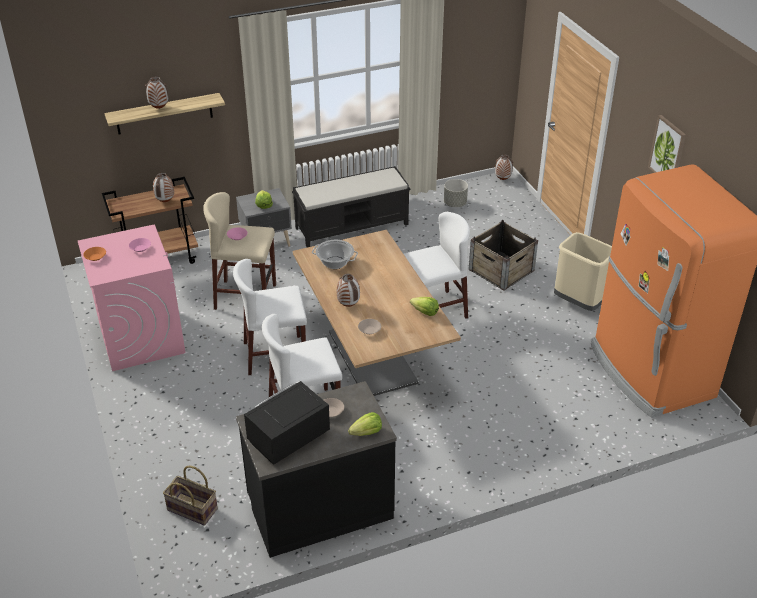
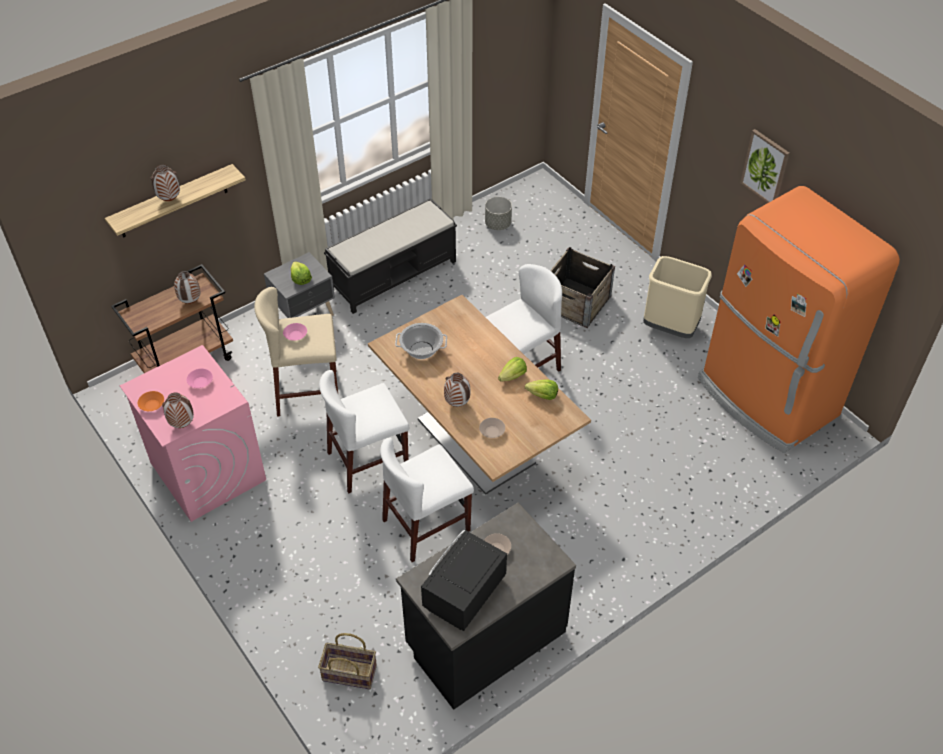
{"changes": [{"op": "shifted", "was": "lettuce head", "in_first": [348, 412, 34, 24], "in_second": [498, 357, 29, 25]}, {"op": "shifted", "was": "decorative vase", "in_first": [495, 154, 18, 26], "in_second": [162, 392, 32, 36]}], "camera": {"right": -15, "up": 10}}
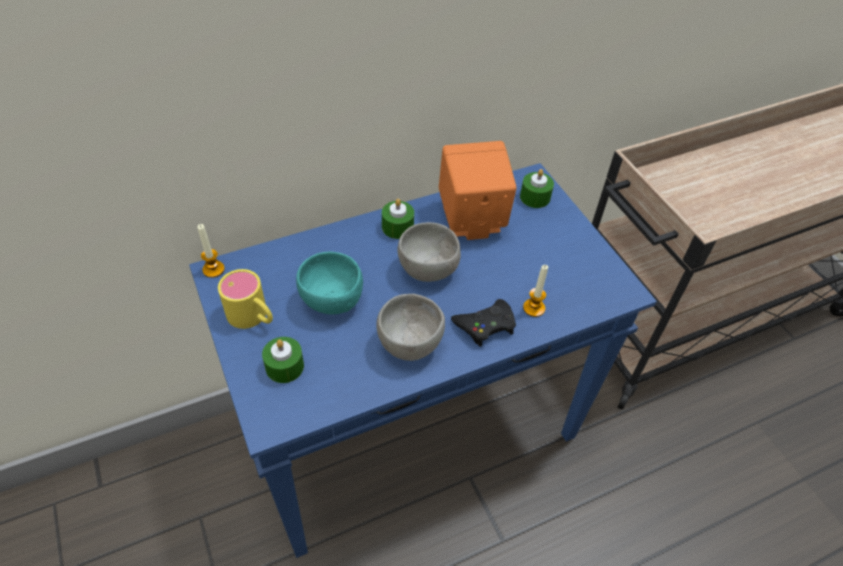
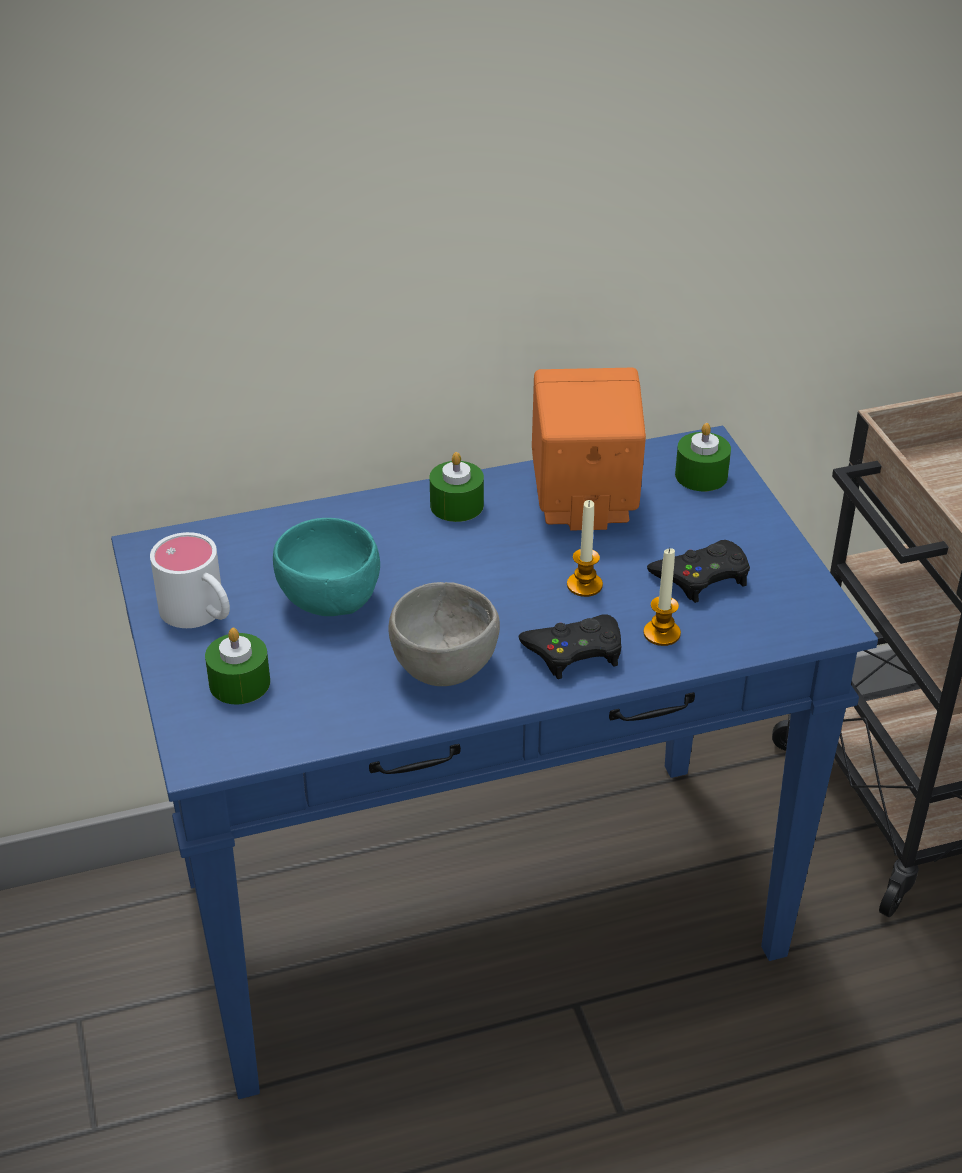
{"changes": [{"op": "gone", "was": "bowl (gray)", "in_first": [397, 222, 64, 60]}, {"op": "new", "now": "gamepad (black-coloured)", "in_second": [647, 540, 103, 63]}, {"op": "shifted", "was": "wax light", "in_first": [197, 224, 28, 54], "in_second": [567, 500, 36, 97]}, {"op": "repainted", "was": "tea mug (yellow-coloured)", "now": "tea mug (whitish)", "in_first": [218, 269, 55, 60], "in_second": [150, 532, 80, 96]}], "camera": {"right": 10, "up": -10}}
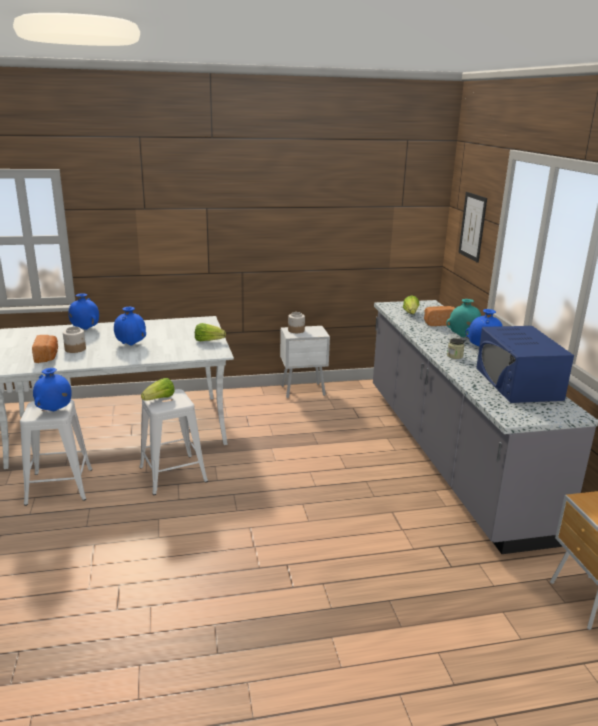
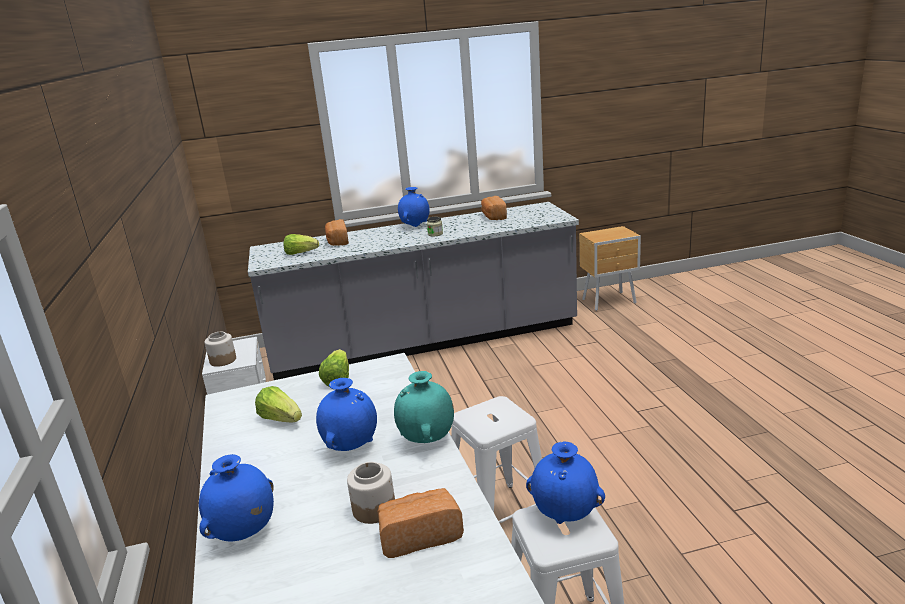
{"changes": [{"op": "gone", "was": "wall picture", "in_first": [458, 192, 29, 71]}, {"op": "shifted", "was": "lettuce head", "in_first": [141, 378, 34, 23], "in_second": [255, 386, 47, 36]}, {"op": "shifted", "was": "decorative vase (turquoise-coloured)", "in_first": [446, 299, 35, 38], "in_second": [394, 371, 60, 72]}, {"op": "swapped", "was": "kitchen microwave (bluish)", "now": "bread", "in_first": [476, 326, 98, 77], "in_second": [481, 196, 26, 24]}], "camera": {"right": -90, "up": 0}}
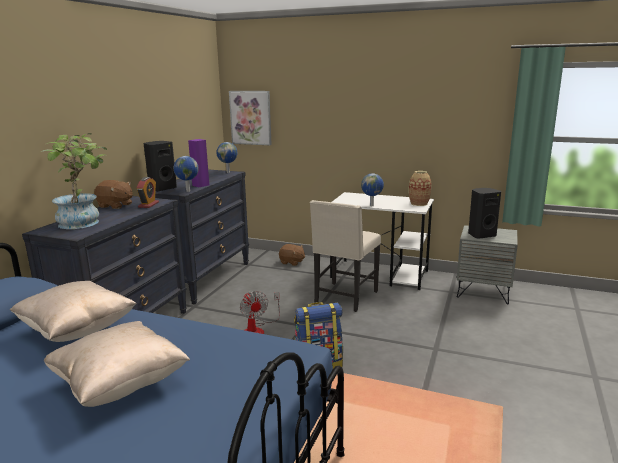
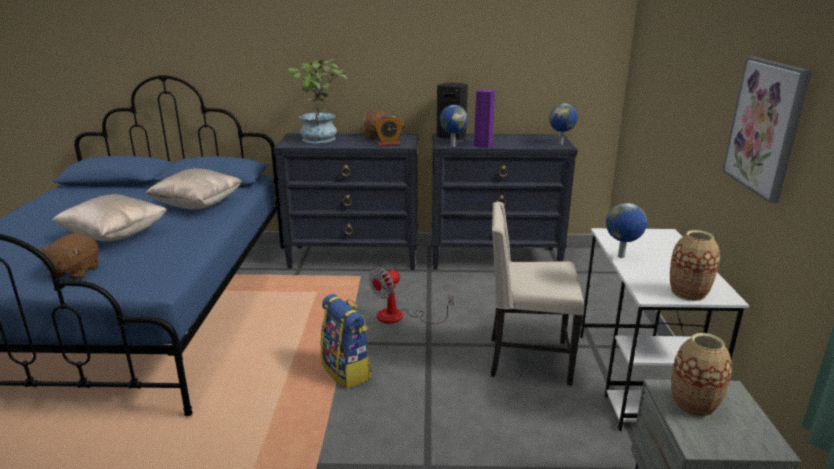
{"changes": [{"op": "shifted", "was": "wall picture", "in_first": [229, 91, 43, 54], "in_second": [722, 57, 90, 146]}, {"op": "shifted", "was": "plush toy (brownish)", "in_first": [279, 244, 26, 22], "in_second": [38, 233, 61, 47]}, {"op": "swapped", "was": "loudspeaker (black-coloured)", "now": "decorative vase", "in_first": [468, 188, 33, 51], "in_second": [671, 333, 61, 84]}], "camera": {"right": 70, "up": 5}}
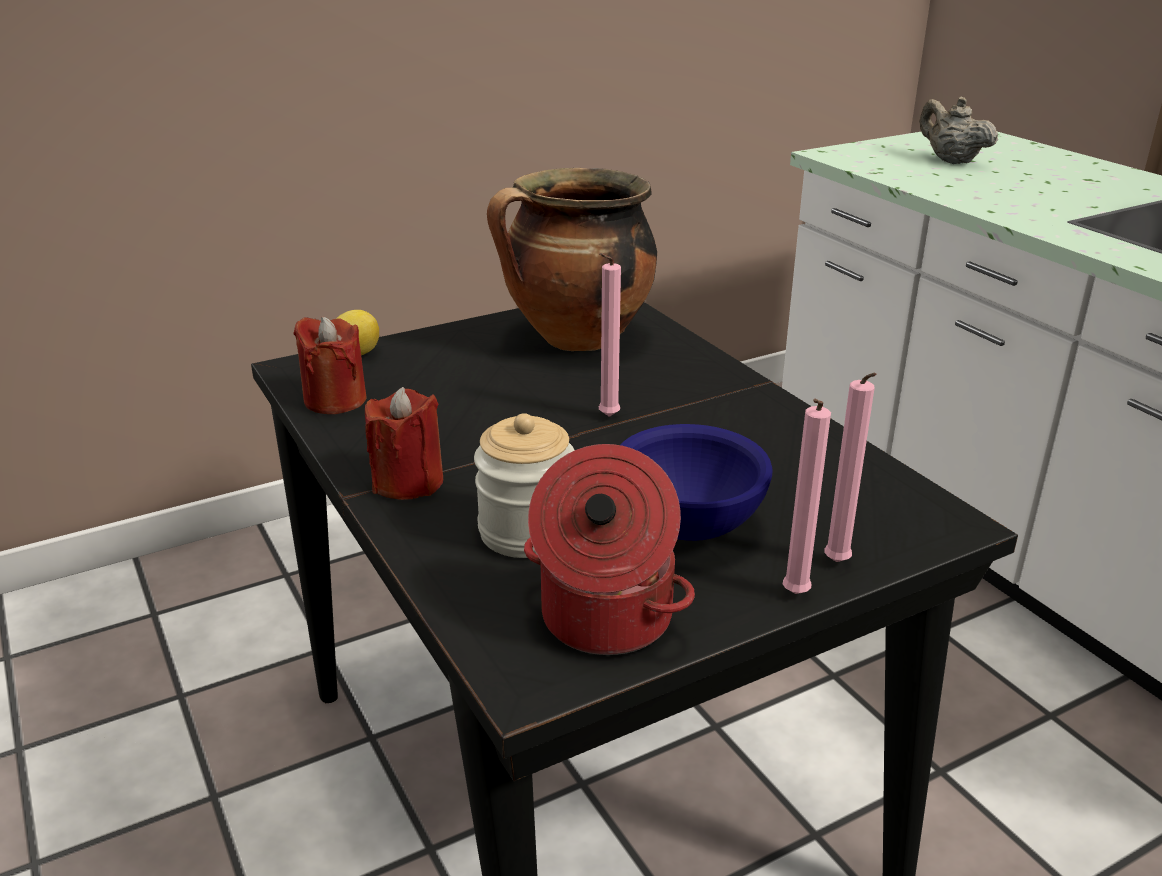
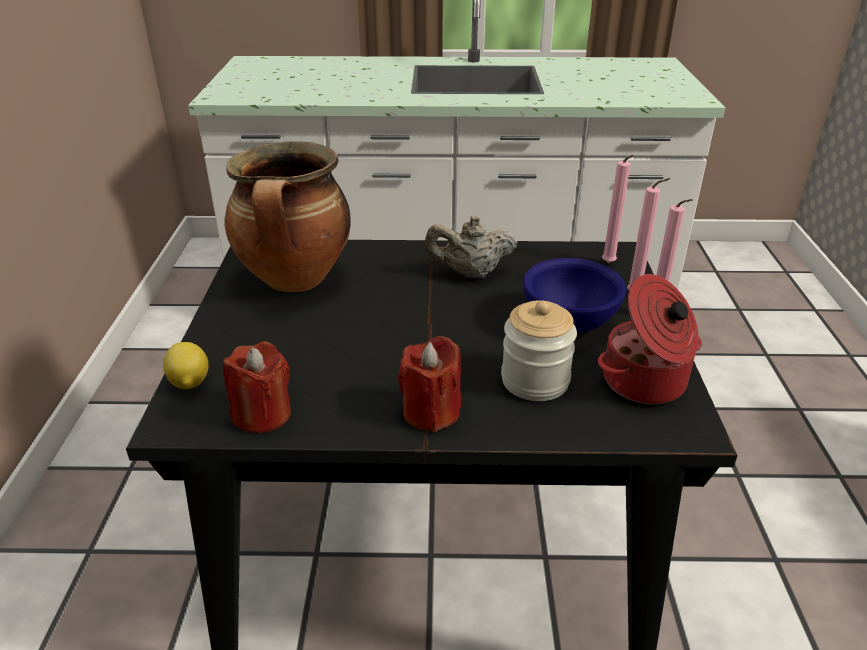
{"changes": [{"op": "shifted", "was": "wax light (pink)", "in_first": [599, 253, 22, 164], "in_second": [602, 155, 32, 108]}, {"op": "shifted", "was": "teapot (beige-coloured)", "in_first": [919, 97, 79, 67], "in_second": [425, 216, 92, 62]}], "camera": {"right": -60, "up": 5}}
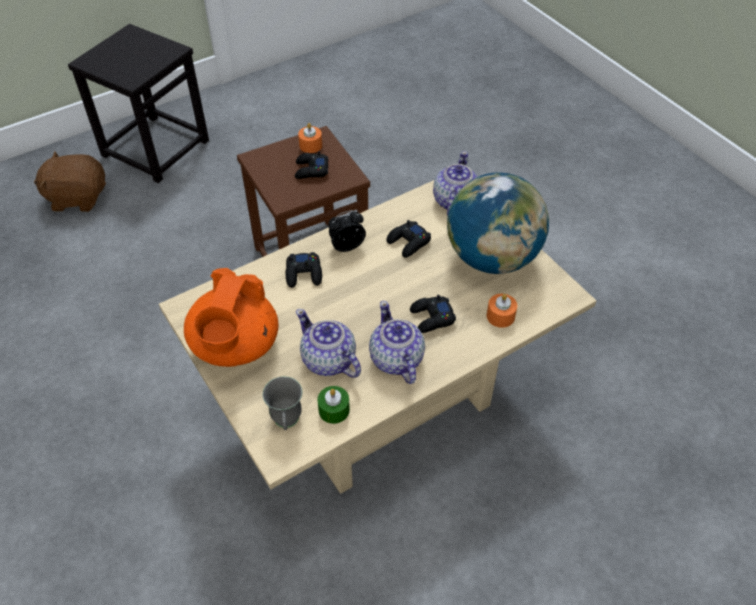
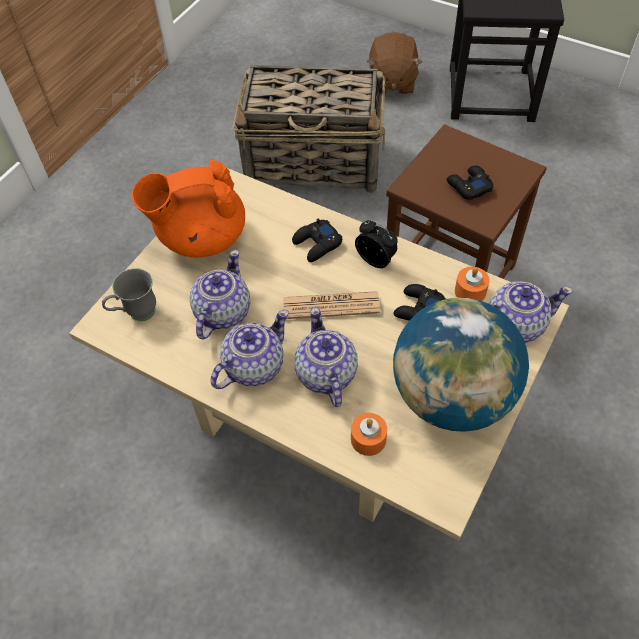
{"changes": [{"op": "gone", "was": "wax light (greenish)", "in_first": [317, 386, 33, 38]}, {"op": "new", "now": "storage basket", "in_second": [233, 65, 152, 128]}, {"op": "new", "now": "daily paper", "in_second": [283, 291, 98, 28]}, {"op": "shifted", "was": "wax light (orange-coloured)", "in_first": [298, 123, 24, 30], "in_second": [455, 266, 35, 35]}, {"op": "swapped", "was": "gamepad (black-coloured)", "now": "teapot", "in_first": [410, 295, 46, 38], "in_second": [294, 307, 64, 100]}, {"op": "rotated", "was": "plush toy (brownish)", "in_first": [34, 151, 72, 61], "in_second": [367, 32, 55, 63], "clockwise": -150}], "camera": {"right": 65, "up": 5}}
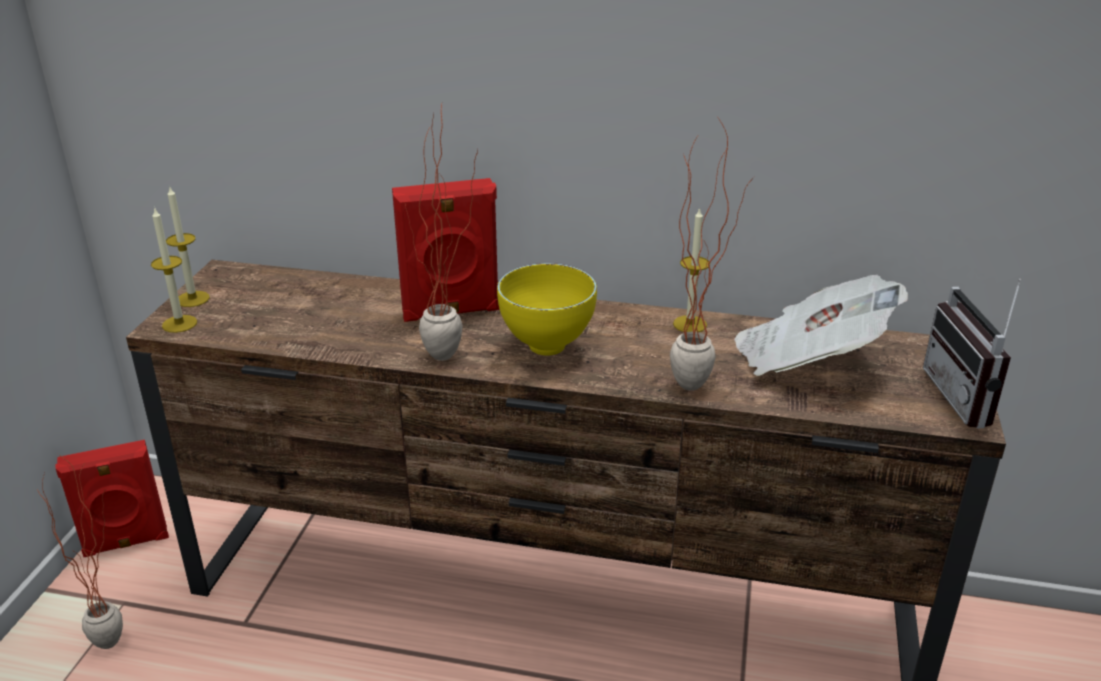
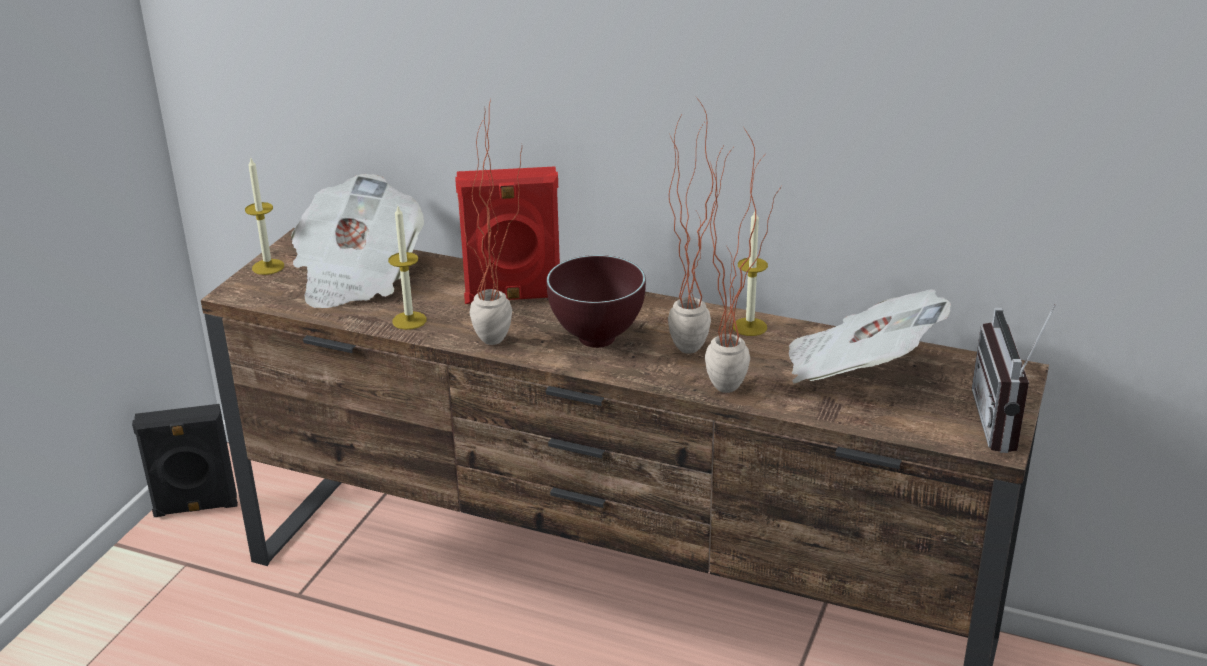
{"changes": [{"op": "new", "now": "daily paper", "in_second": [291, 174, 133, 134]}, {"op": "shifted", "was": "houseplant", "in_first": [37, 454, 86, 195], "in_second": [668, 96, 65, 258]}, {"op": "shifted", "was": "wax light", "in_first": [151, 207, 46, 126], "in_second": [388, 206, 39, 124]}, {"op": "repainted", "was": "loudspeaker (red)", "now": "loudspeaker (black-coloured)", "in_first": [55, 440, 114, 117], "in_second": [132, 404, 106, 113]}, {"op": "repainted", "was": "bowl (yellow-coloured)", "now": "bowl (brownish)", "in_first": [497, 263, 100, 92], "in_second": [546, 255, 100, 93]}], "camera": {"right": 10, "up": 0}}
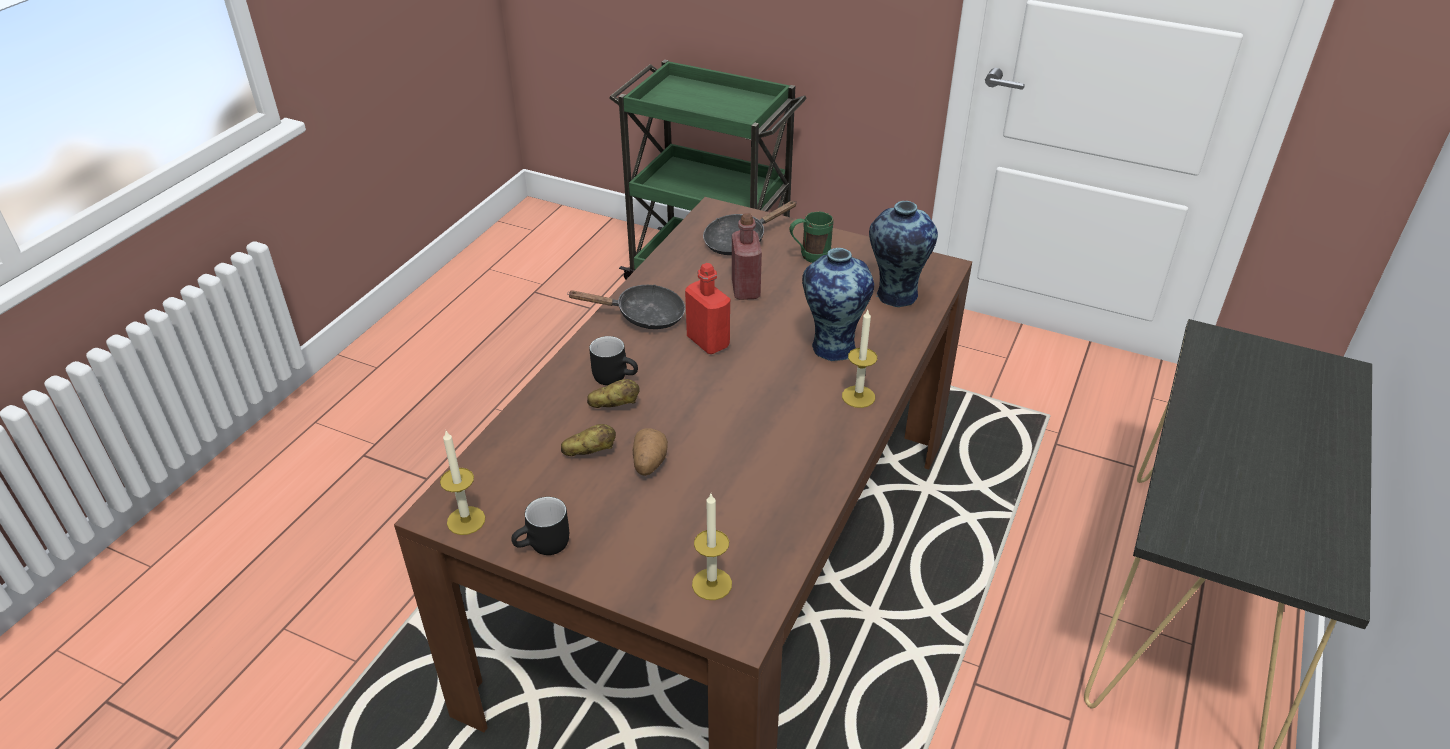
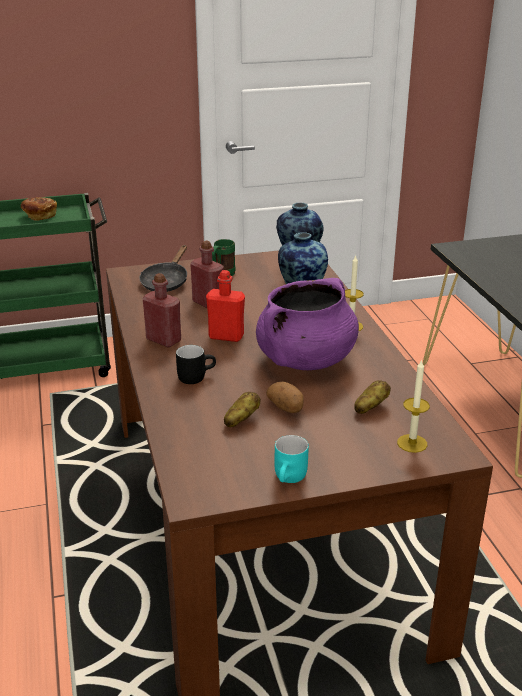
{"changes": [{"op": "gone", "was": "wax light", "in_first": [440, 431, 45, 104]}, {"op": "new", "now": "bread", "in_second": [21, 197, 36, 24]}, {"op": "new", "now": "stockpot (purplish)", "in_second": [256, 278, 103, 92]}, {"op": "shifted", "was": "spud", "in_first": [587, 379, 53, 29], "in_second": [354, 380, 37, 34]}, {"op": "swapped", "was": "skillet (black-coloured)", "now": "drink bottle (red)", "in_first": [567, 284, 118, 45], "in_second": [143, 273, 38, 74]}, {"op": "repainted", "was": "tea mug (black-coloured)", "now": "tea mug (turquoise-coloured)", "in_first": [511, 497, 58, 58], "in_second": [274, 435, 35, 48]}], "camera": {"right": -40, "up": -10}}
